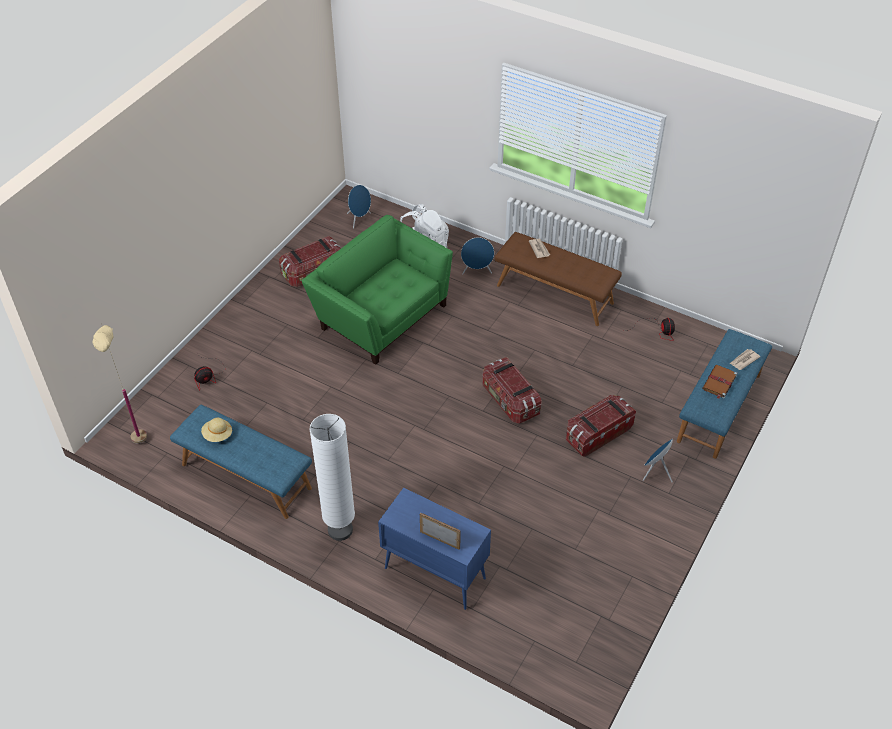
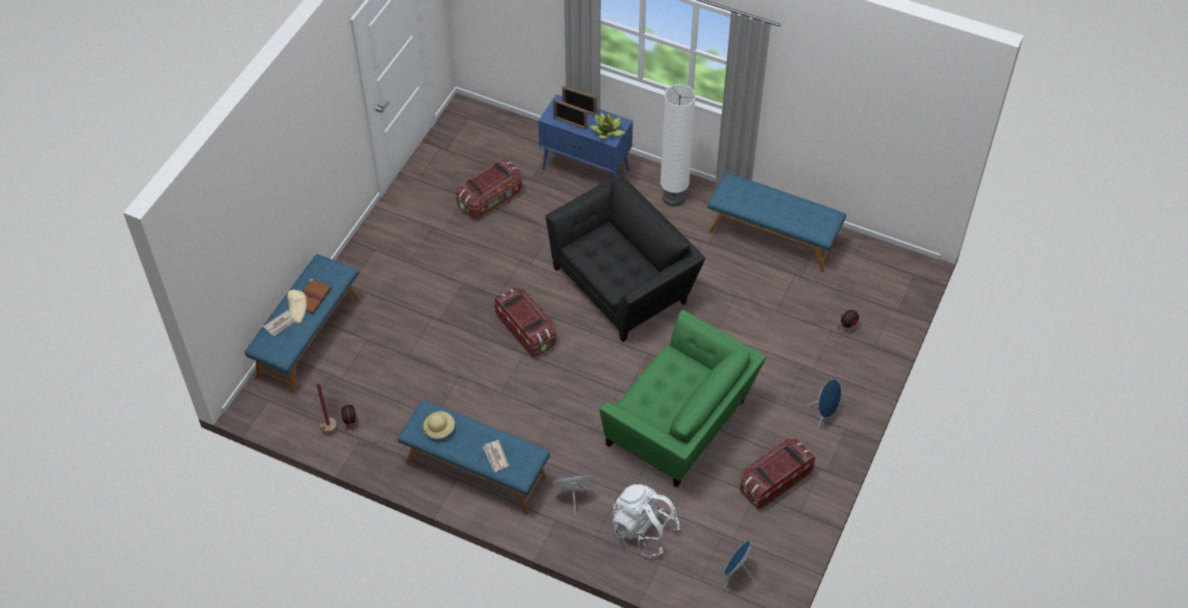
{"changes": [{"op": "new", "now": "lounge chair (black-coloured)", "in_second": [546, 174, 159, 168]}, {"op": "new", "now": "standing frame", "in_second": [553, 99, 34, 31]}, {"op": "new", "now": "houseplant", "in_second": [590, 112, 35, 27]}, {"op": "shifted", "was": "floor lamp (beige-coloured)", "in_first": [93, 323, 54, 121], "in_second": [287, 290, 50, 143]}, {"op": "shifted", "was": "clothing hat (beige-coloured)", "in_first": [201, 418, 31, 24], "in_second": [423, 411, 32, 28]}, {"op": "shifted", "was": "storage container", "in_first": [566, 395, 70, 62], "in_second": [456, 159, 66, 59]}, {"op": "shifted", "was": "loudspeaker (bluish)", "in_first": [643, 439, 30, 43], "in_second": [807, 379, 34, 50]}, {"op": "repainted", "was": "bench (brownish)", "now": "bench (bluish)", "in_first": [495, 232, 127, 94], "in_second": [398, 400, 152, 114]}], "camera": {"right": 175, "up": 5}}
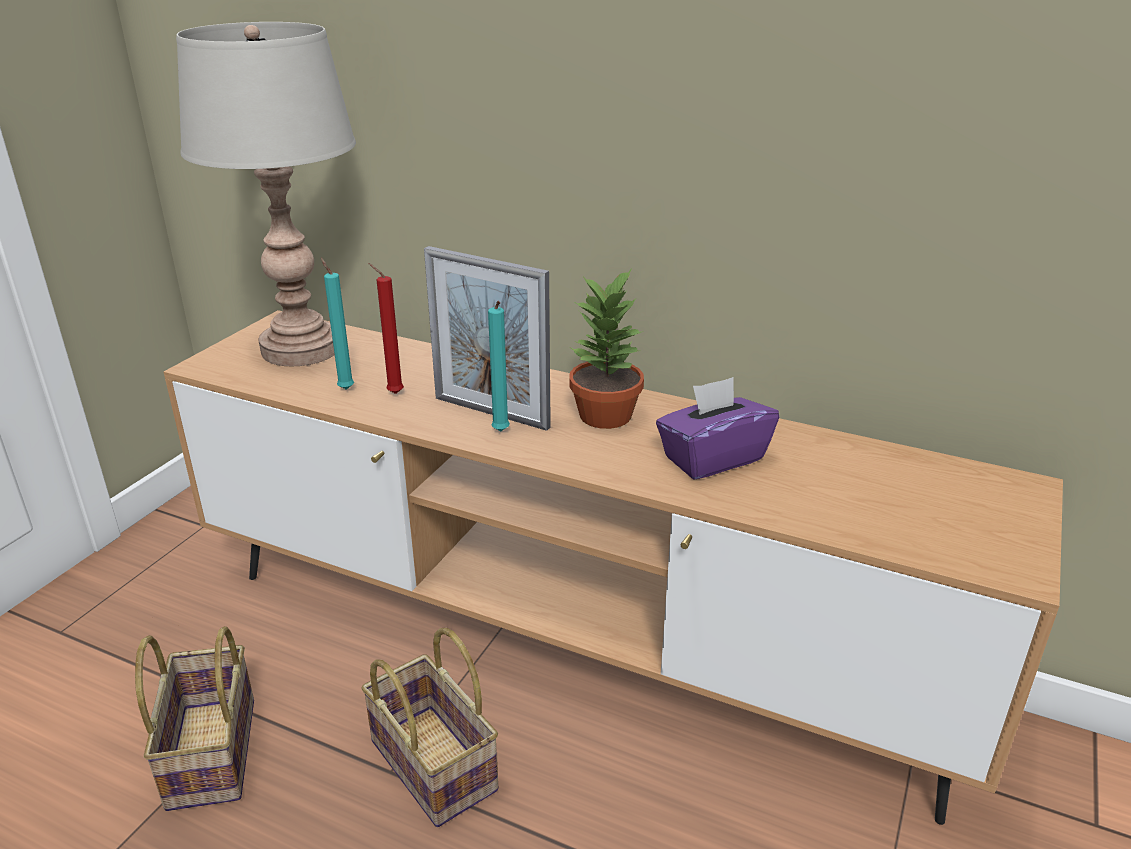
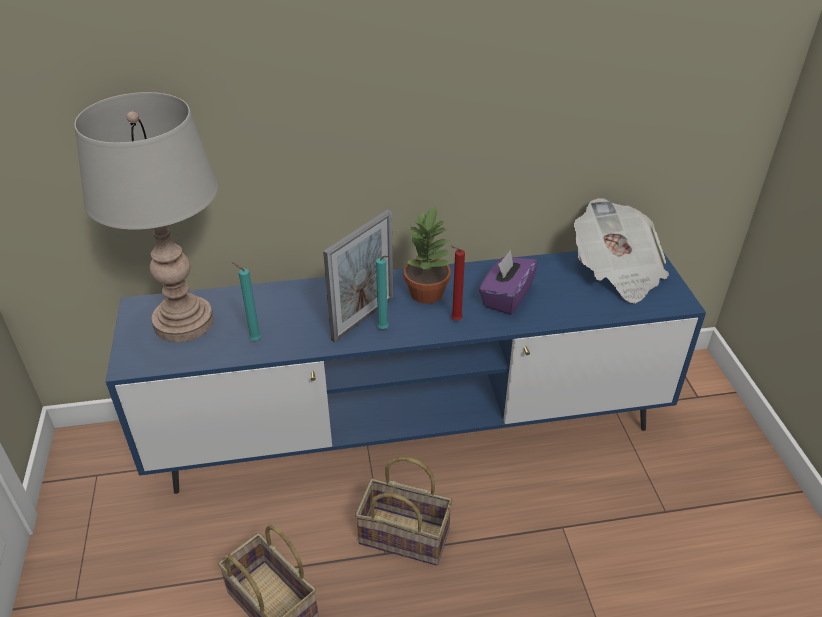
{"changes": [{"op": "new", "now": "daily paper", "in_second": [574, 198, 95, 106]}, {"op": "shifted", "was": "wax light (red)", "in_first": [368, 263, 36, 131], "in_second": [451, 246, 14, 74]}, {"op": "repainted", "was": "tv stand (brownish)", "now": "tv stand (bluish)", "in_first": [164, 310, 899, 515], "in_second": [106, 251, 600, 243]}, {"op": "rotated", "was": "standing frame", "in_first": [424, 246, 127, 185], "in_second": [323, 209, 70, 133], "clockwise": -45}], "camera": {"right": -35, "up": 10}}
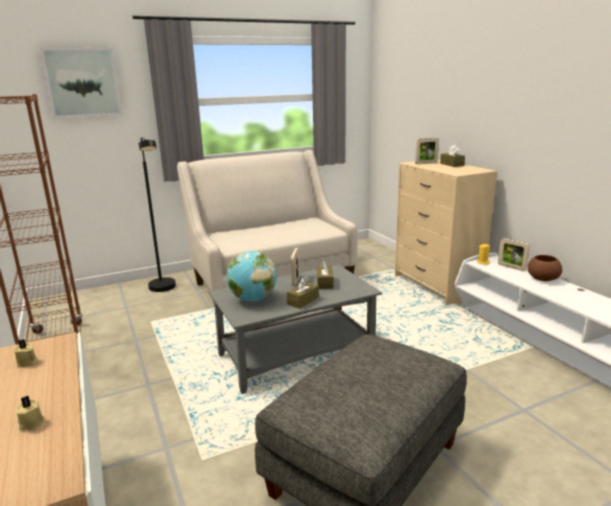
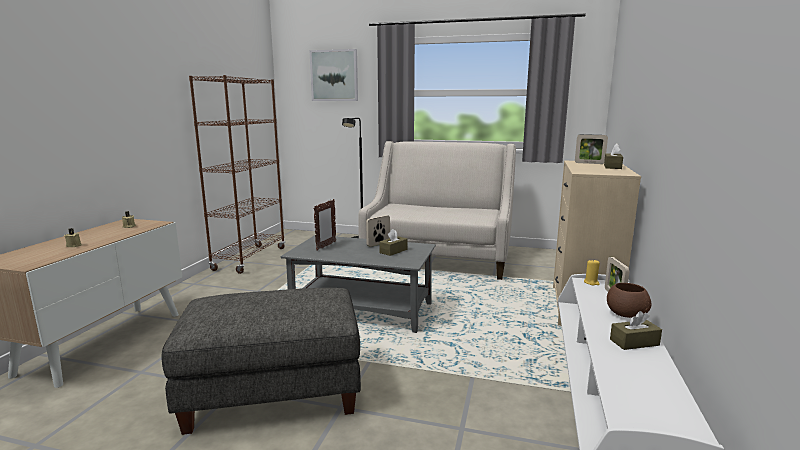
{"changes": [{"op": "shifted", "was": "tissue box (brownish)", "in_first": [287, 277, 32, 32], "in_second": [610, 311, 52, 39]}, {"op": "swapped", "was": "desk globe", "now": "standing frame", "in_first": [226, 251, 51, 50], "in_second": [313, 199, 23, 52]}], "camera": {"right": 40, "up": -5}}
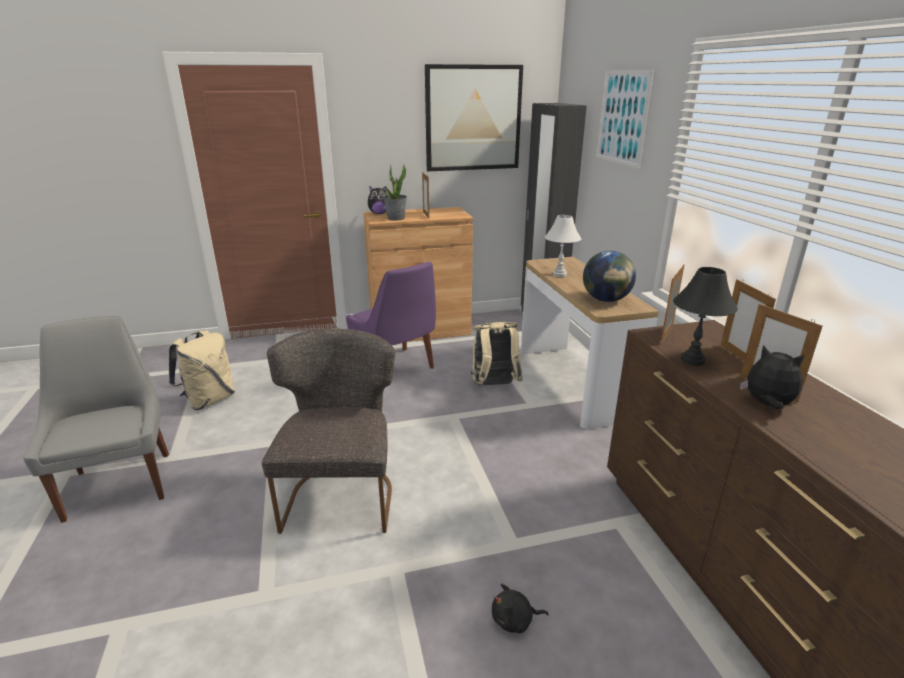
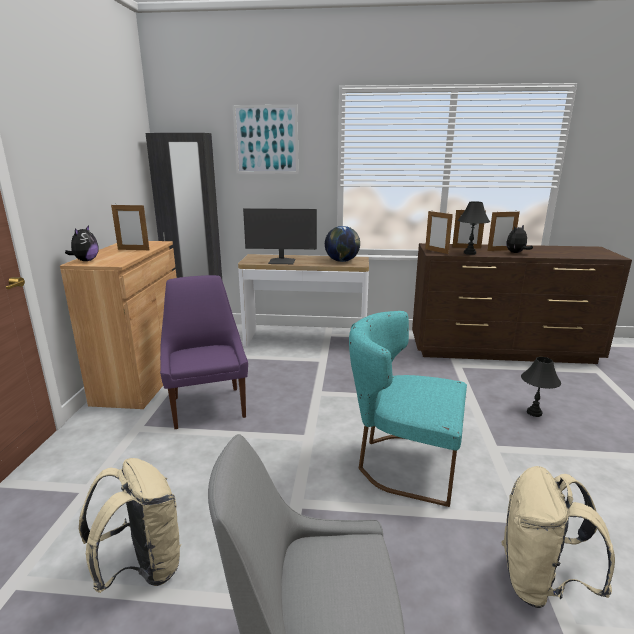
{"changes": [{"op": "gone", "was": "houseplant", "in_first": [383, 165, 24, 56]}, {"op": "gone", "was": "wall picture", "in_first": [425, 64, 98, 107]}, {"op": "shifted", "was": "backpack (beige-coloured)", "in_first": [471, 322, 52, 63], "in_second": [501, 466, 114, 142]}, {"op": "swapped", "was": "plush toy (black-coloured)", "now": "table lamp (black-coloured)", "in_first": [492, 584, 57, 49], "in_second": [521, 357, 40, 60]}, {"op": "swapped", "was": "table lamp (whitish)", "now": "computer display", "in_first": [545, 215, 36, 62], "in_second": [243, 208, 74, 56]}, {"op": "repainted", "was": "chair (gray)", "now": "chair (turquoise-coloured)", "in_first": [262, 328, 133, 206], "in_second": [349, 311, 118, 196]}, {"op": "rotated", "was": "chair (purplish)", "in_first": [346, 261, 90, 108], "in_second": [160, 275, 88, 154], "clockwise": -90}], "camera": {"right": -70, "up": -5}}
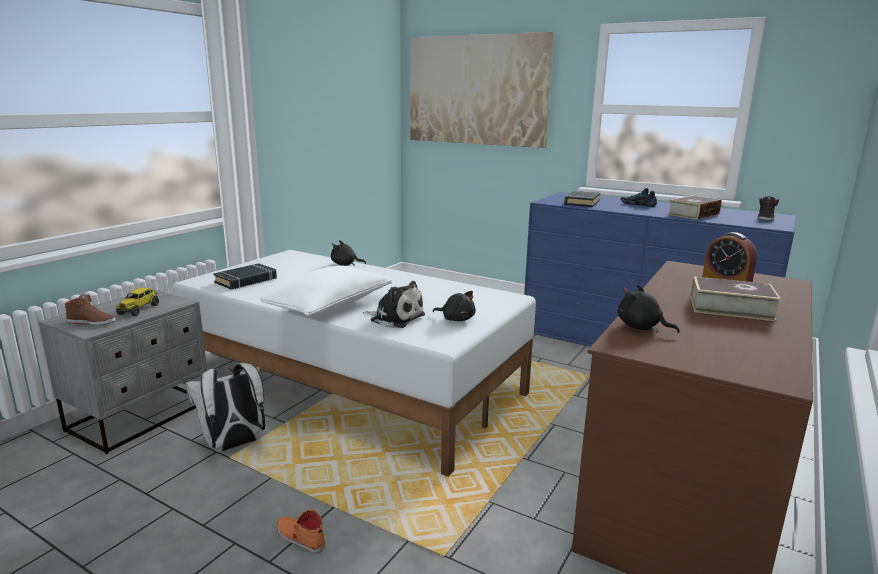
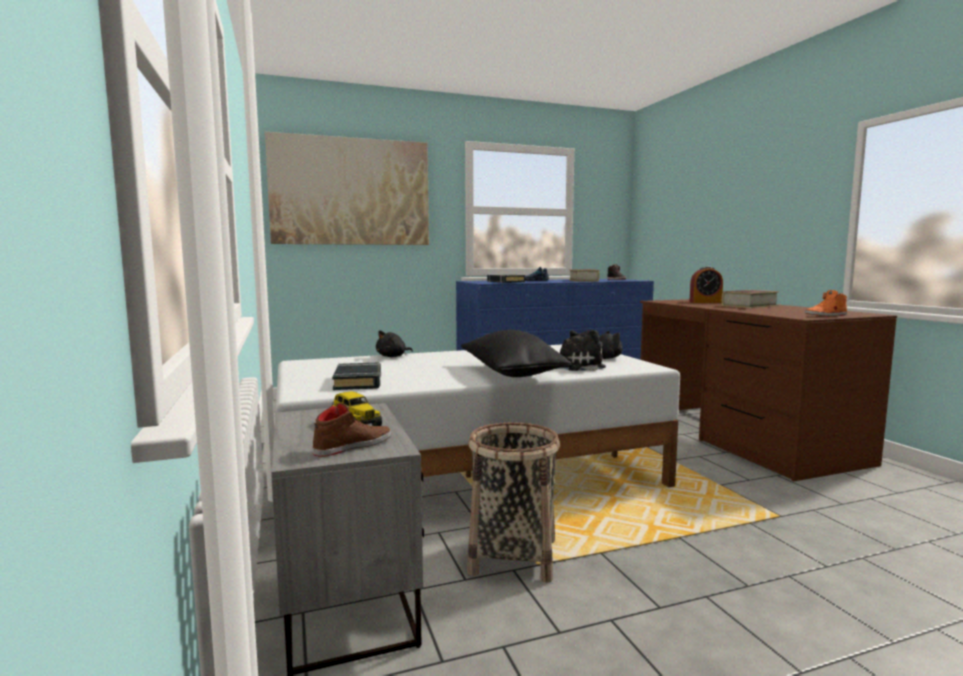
{"changes": [{"op": "gone", "was": "plush toy (black-coloured)", "in_first": [618, 284, 62, 49]}, {"op": "shifted", "was": "item of footwear (orange-coloured)", "in_first": [277, 508, 48, 45], "in_second": [805, 290, 42, 26]}, {"op": "swapped", "was": "backpack (whitish)", "now": "storage basket", "in_first": [186, 363, 79, 89], "in_second": [467, 422, 93, 161]}, {"op": "repainted", "was": "cushion (whitish)", "now": "cushion (black-coloured)", "in_first": [260, 266, 132, 50], "in_second": [461, 330, 111, 47]}], "camera": {"right": -50, "up": -10}}
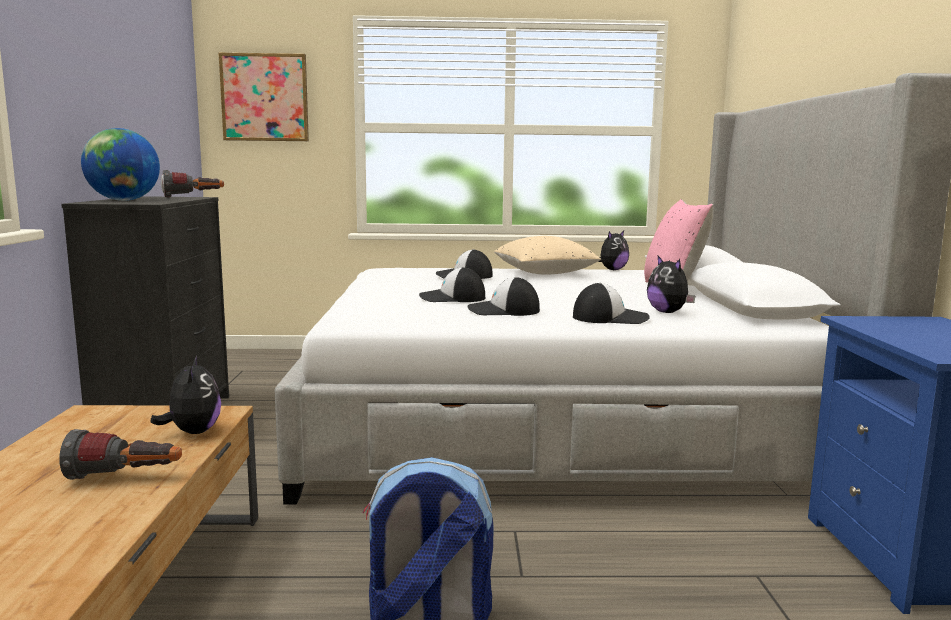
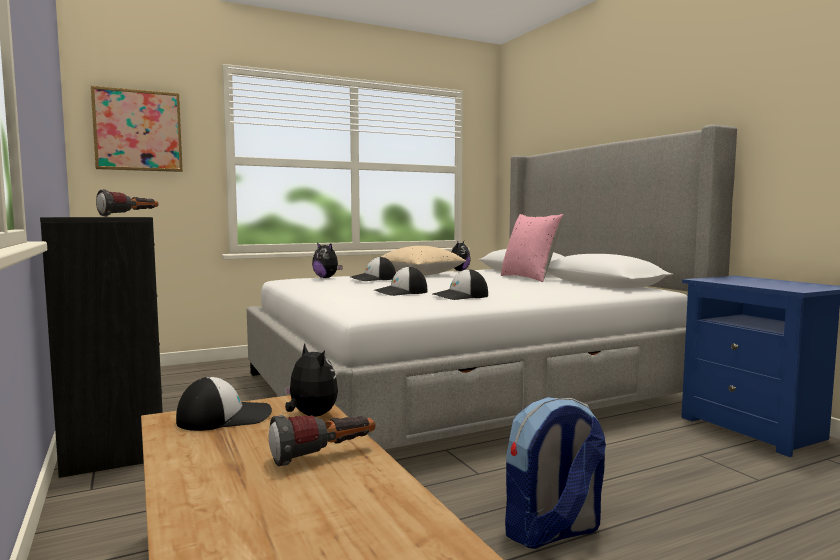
{"changes": [{"op": "gone", "was": "desk globe", "in_first": [81, 128, 79, 73]}, {"op": "shifted", "was": "cap", "in_first": [573, 283, 77, 41], "in_second": [176, 377, 96, 54]}, {"op": "shifted", "was": "plush toy", "in_first": [647, 256, 48, 57], "in_second": [312, 242, 31, 36]}], "camera": {"right": -25, "up": -5}}
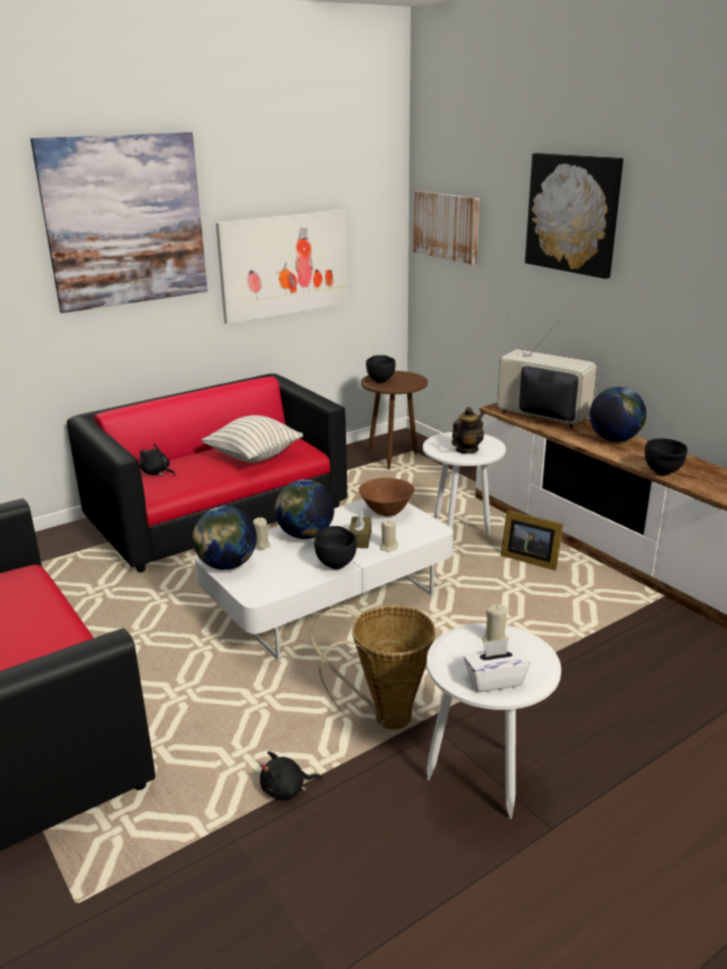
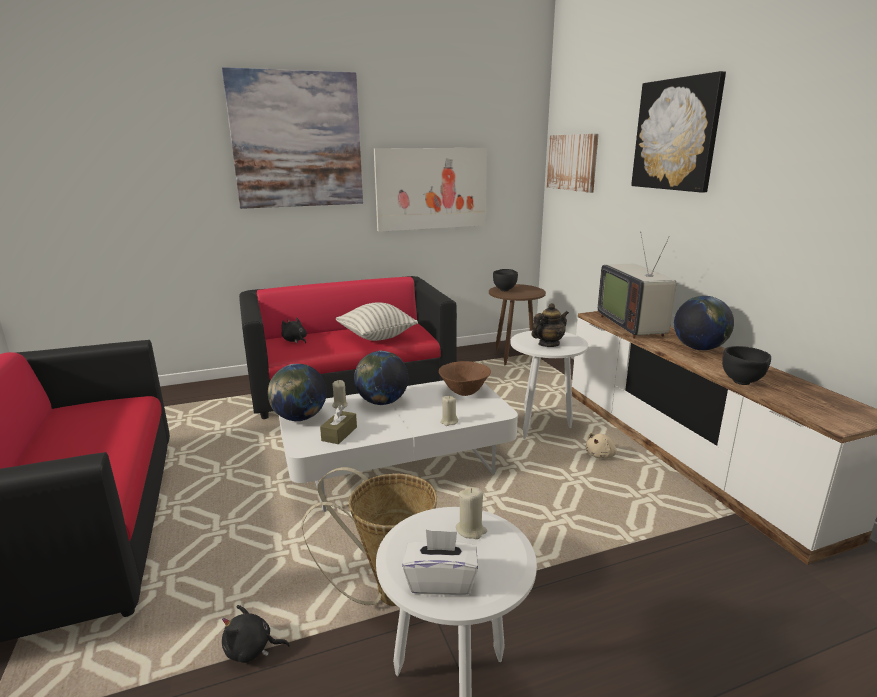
{"changes": [{"op": "gone", "was": "bowl (black-coloured)", "in_first": [314, 526, 43, 44]}, {"op": "shifted", "was": "tissue box (brownish)", "in_first": [349, 511, 22, 37], "in_second": [320, 405, 37, 39]}, {"op": "swapped", "was": "standing frame", "now": "plush toy (beige-coloured)", "in_first": [501, 510, 62, 60], "in_second": [585, 432, 32, 27]}, {"op": "rotated", "was": "television", "in_first": [497, 309, 100, 119], "in_second": [598, 232, 78, 106], "clockwise": -150}], "camera": {"right": 15, "up": -5}}
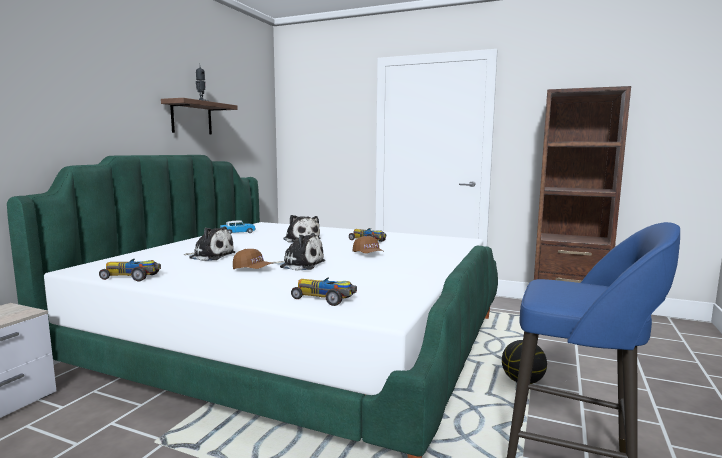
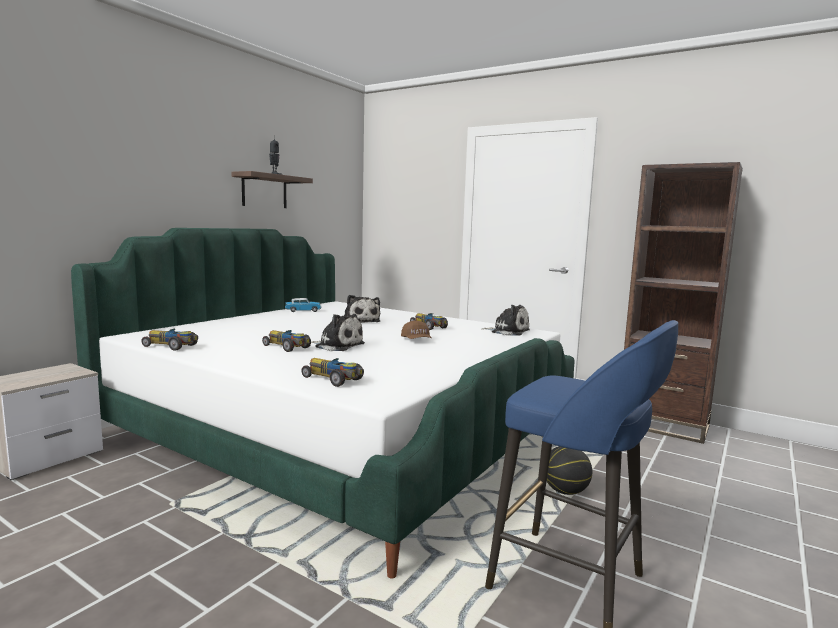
{"changes": [{"op": "shifted", "was": "plush toy", "in_first": [183, 227, 53, 34], "in_second": [483, 305, 47, 31]}, {"op": "swapped", "was": "cap (brownish)", "now": "miniature car", "in_first": [233, 249, 40, 20], "in_second": [262, 330, 49, 22]}], "camera": {"right": 10, "up": 0}}
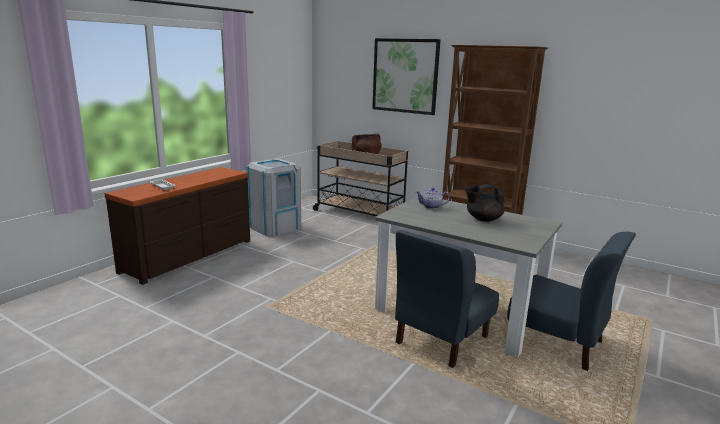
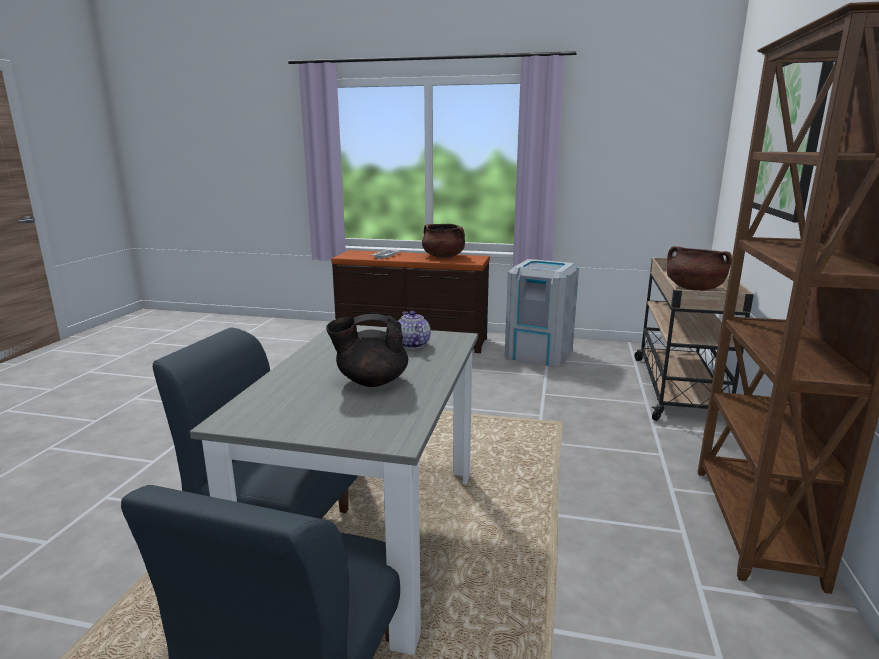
{"changes": [{"op": "new", "now": "stockpot (brownish)", "in_second": [422, 224, 43, 34]}, {"op": "rotated", "was": "teapot (black-coloured)", "in_first": [465, 184, 40, 38], "in_second": [326, 314, 82, 73], "clockwise": -75}], "camera": {"right": 70, "up": 0}}
